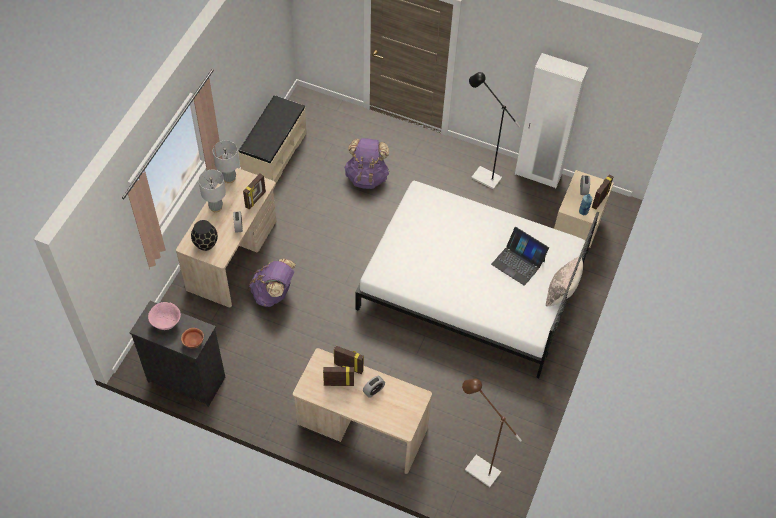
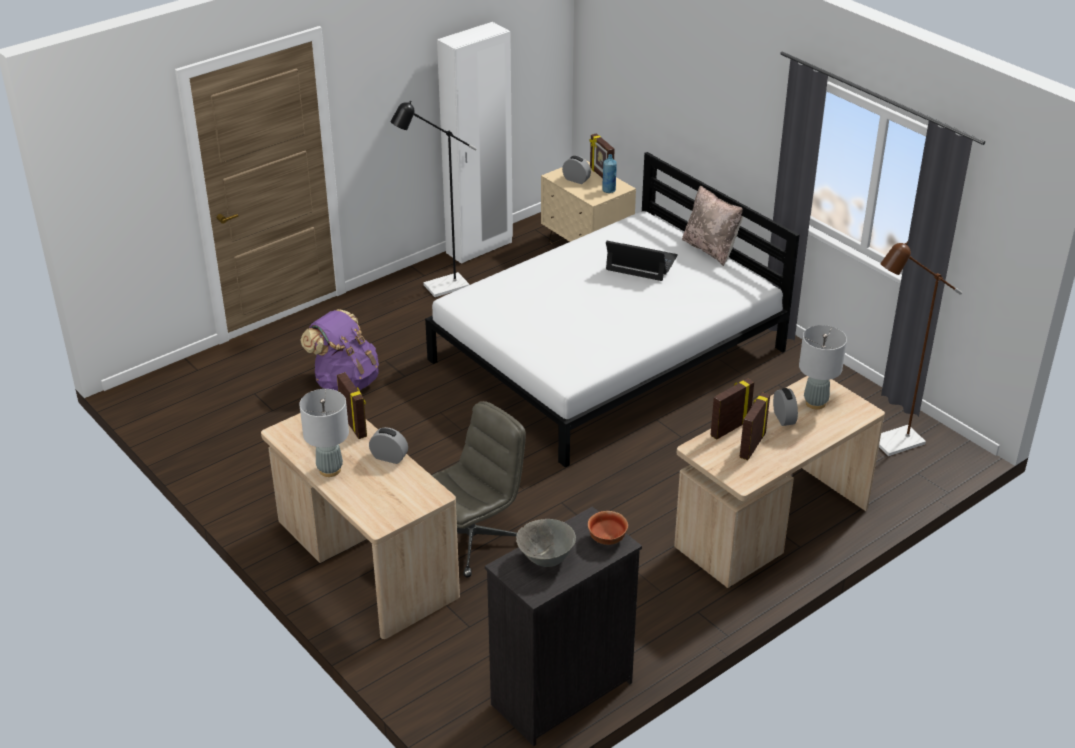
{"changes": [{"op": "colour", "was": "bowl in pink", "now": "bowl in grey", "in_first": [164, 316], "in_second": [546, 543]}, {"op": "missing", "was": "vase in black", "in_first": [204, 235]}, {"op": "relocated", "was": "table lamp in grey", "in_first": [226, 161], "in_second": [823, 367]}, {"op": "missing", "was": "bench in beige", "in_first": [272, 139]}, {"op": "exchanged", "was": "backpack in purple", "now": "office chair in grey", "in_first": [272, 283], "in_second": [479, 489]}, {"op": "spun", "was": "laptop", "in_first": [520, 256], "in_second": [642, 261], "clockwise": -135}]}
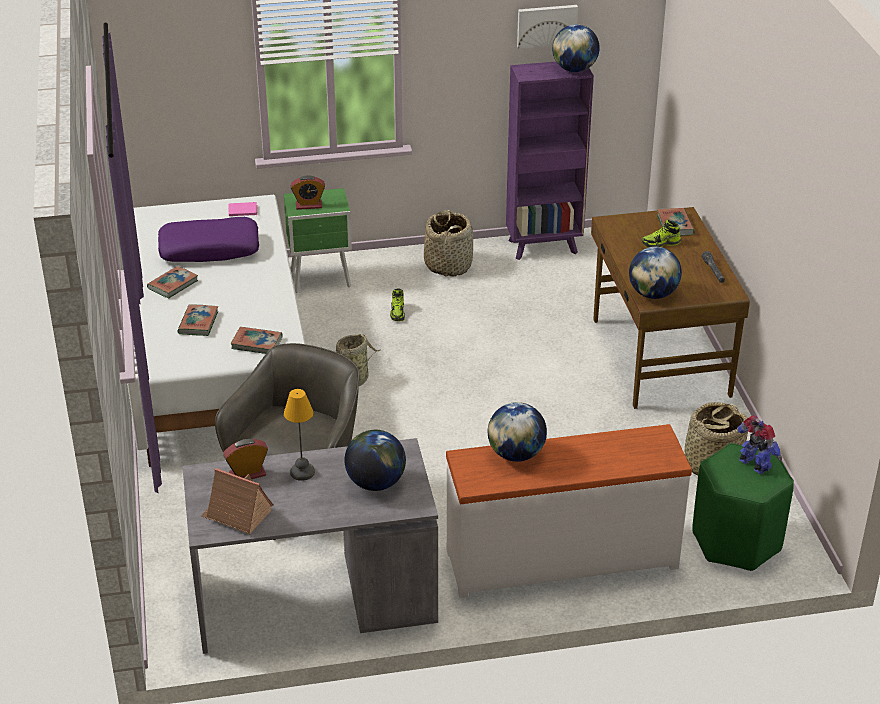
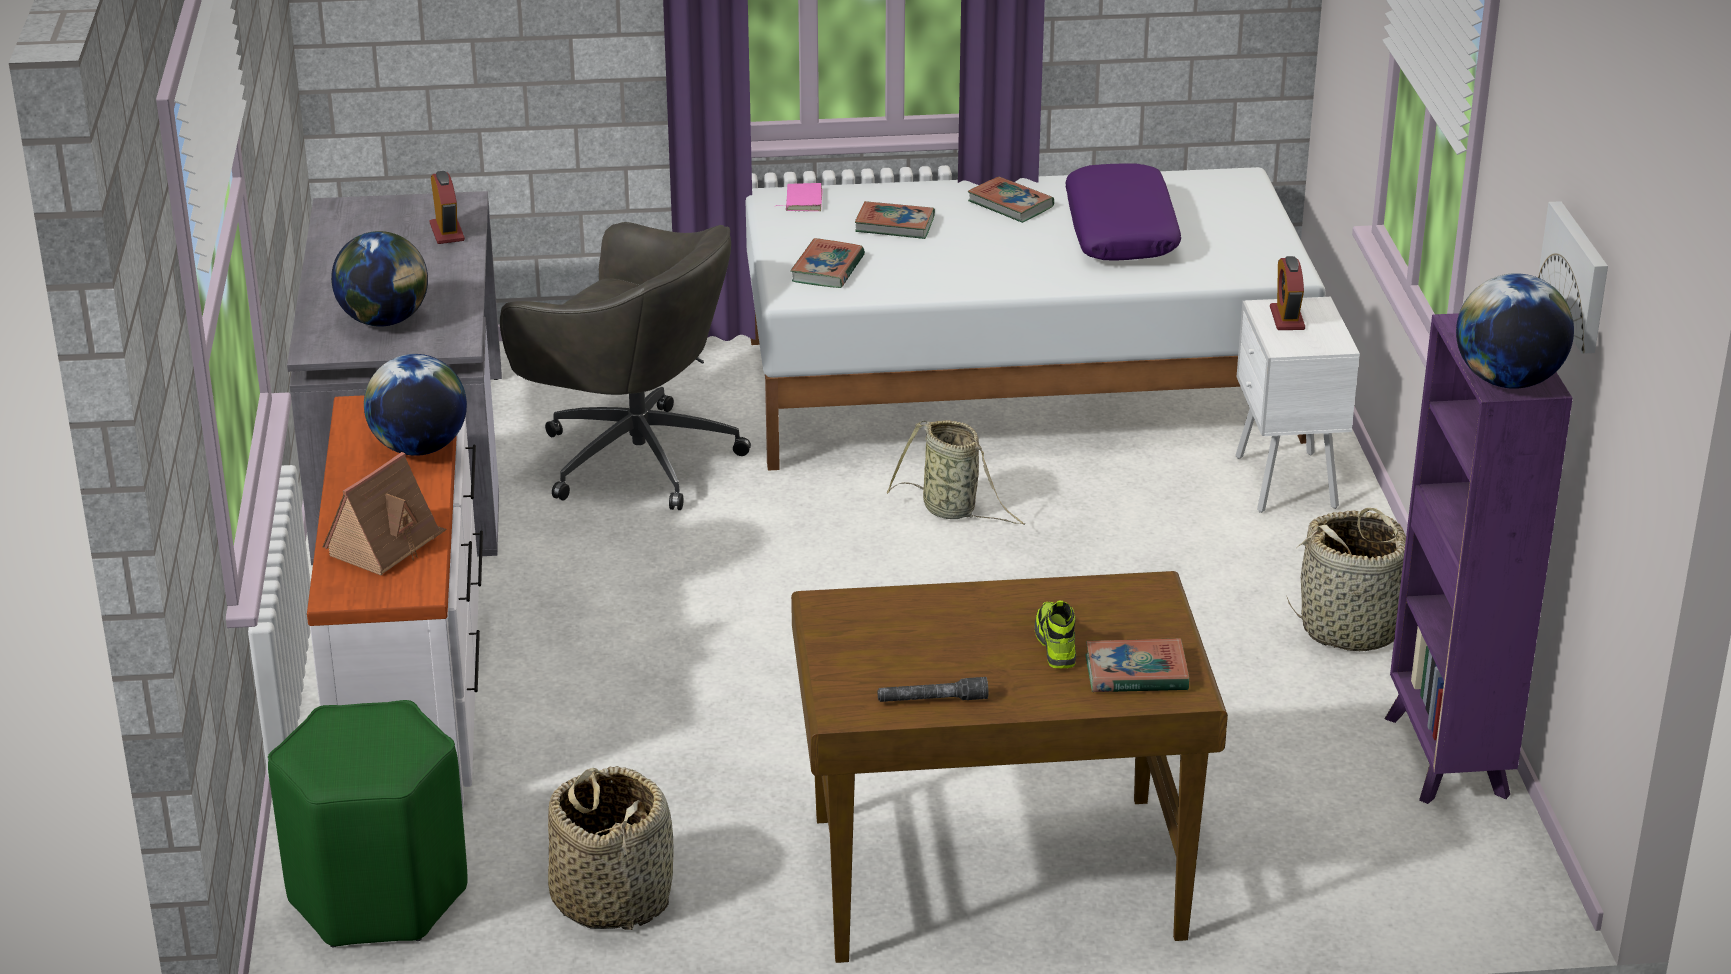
{"changes": [{"op": "relocated", "was": "toy house", "in_first": [237, 501], "in_second": [385, 513]}, {"op": "relocated", "was": "book in pink", "in_first": [243, 209], "in_second": [798, 197]}, {"op": "colour", "was": "nightstand in green", "now": "nightstand in white", "in_first": [318, 240], "in_second": [1297, 405]}, {"op": "missing", "was": "table lamp", "in_first": [299, 435]}, {"op": "missing", "was": "shoe", "in_first": [397, 304]}, {"op": "missing", "was": "globe", "in_first": [655, 273]}, {"op": "missing", "was": "toy robot", "in_first": [759, 444]}]}
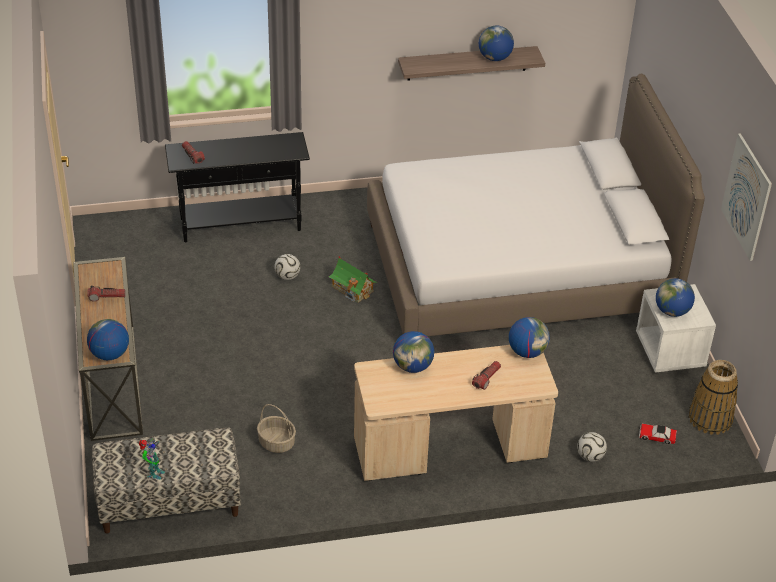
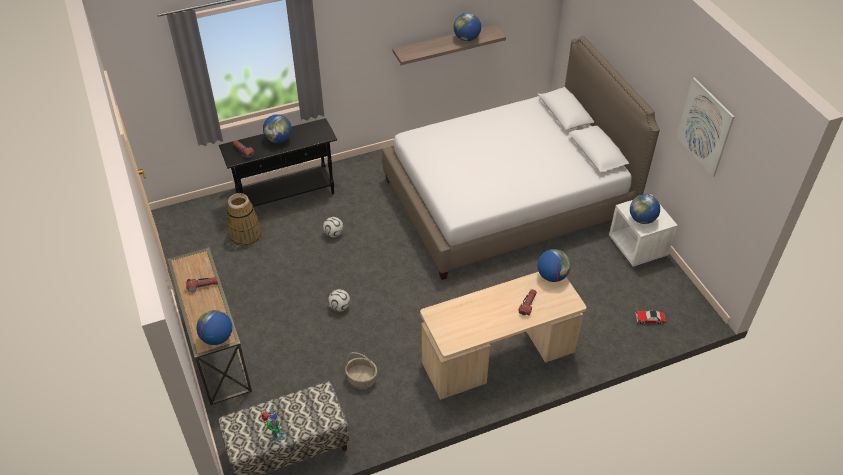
{"changes": [{"op": "missing", "was": "toy house", "in_first": [353, 279]}, {"op": "relocated", "was": "globe", "in_first": [413, 352], "in_second": [277, 128]}, {"op": "relocated", "was": "football", "in_first": [592, 447], "in_second": [339, 300]}, {"op": "relocated", "was": "basket", "in_first": [713, 397], "in_second": [244, 220]}]}
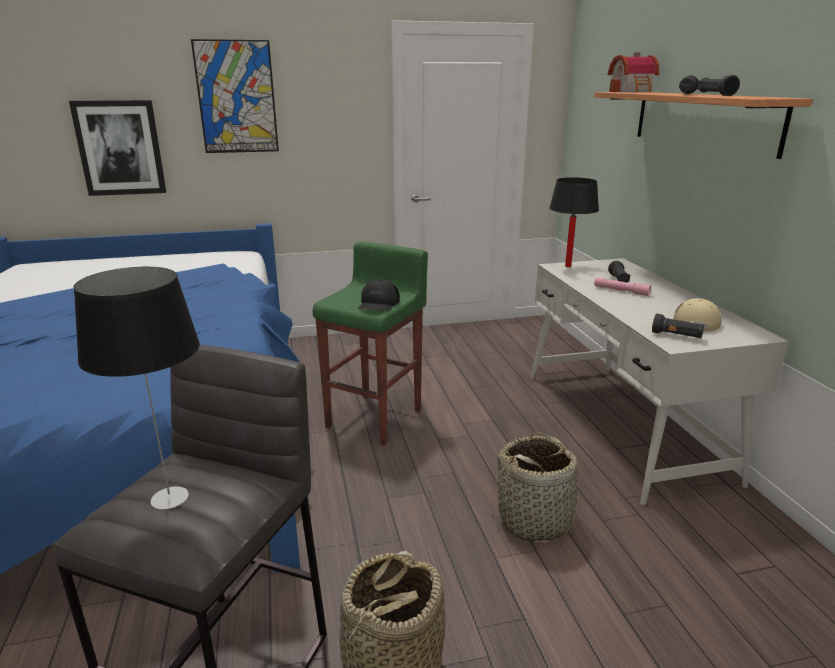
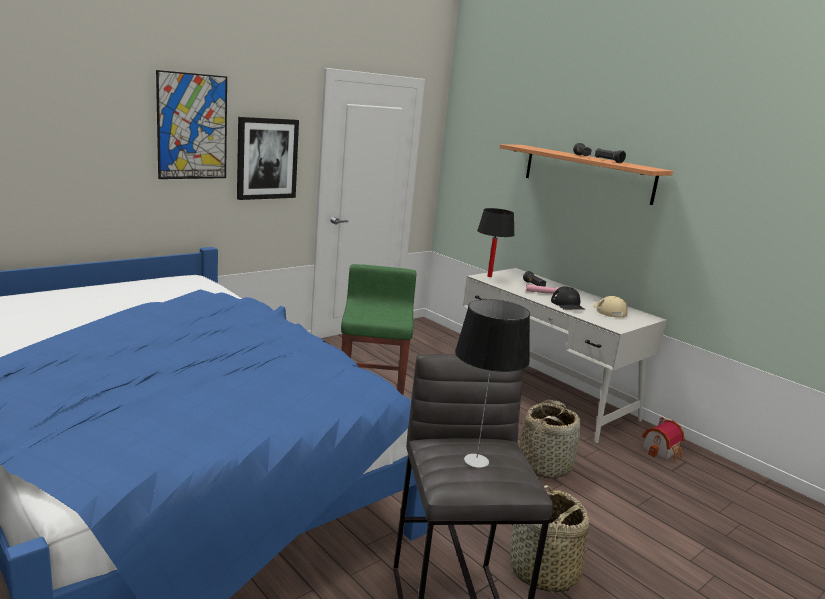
{"changes": [{"op": "relocated", "was": "picture", "in_first": [117, 148], "in_second": [268, 158]}, {"op": "relocated", "was": "cap in black", "in_first": [379, 295], "in_second": [568, 298]}, {"op": "relocated", "was": "toy house", "in_first": [633, 72], "in_second": [663, 439]}, {"op": "missing", "was": "flashlight in black", "in_first": [678, 326]}]}
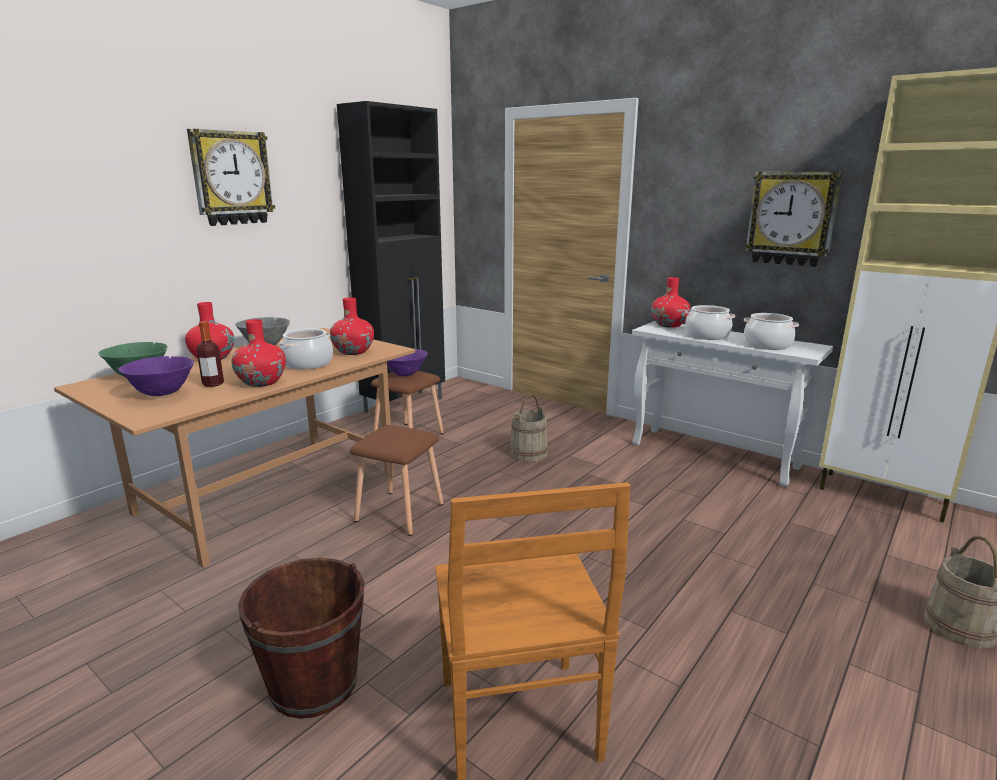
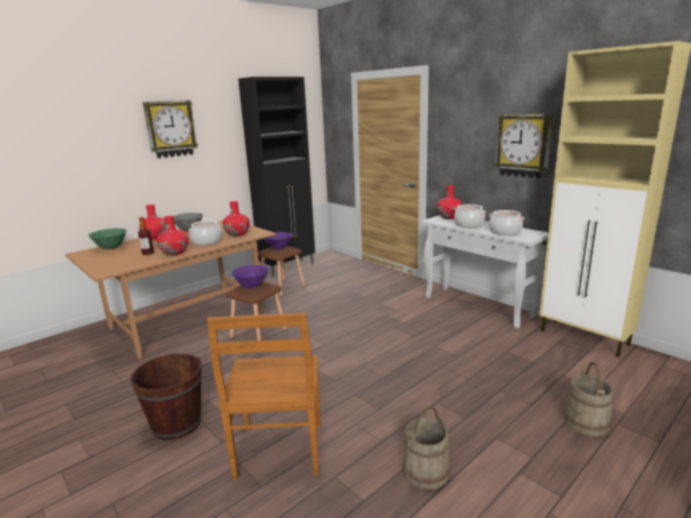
{"changes": [{"op": "relocated", "was": "bowl in purple", "in_first": [156, 376], "in_second": [250, 276]}, {"op": "relocated", "was": "bucket in beige", "in_first": [529, 428], "in_second": [426, 448]}]}
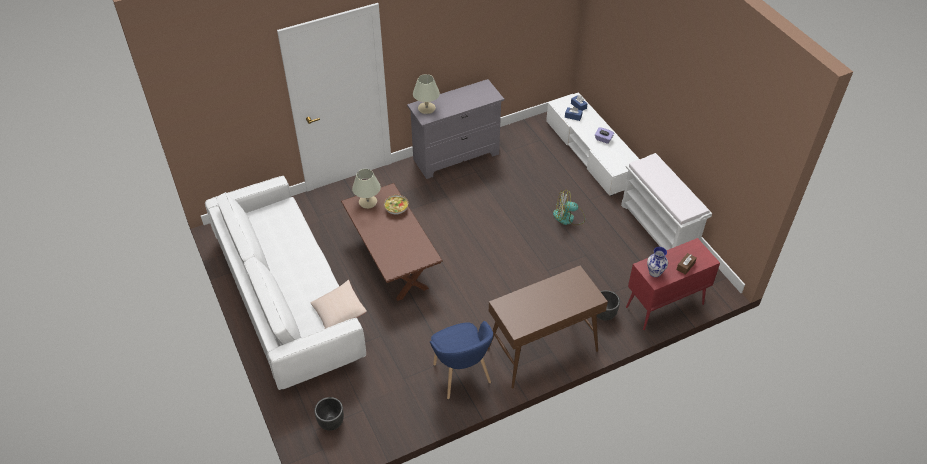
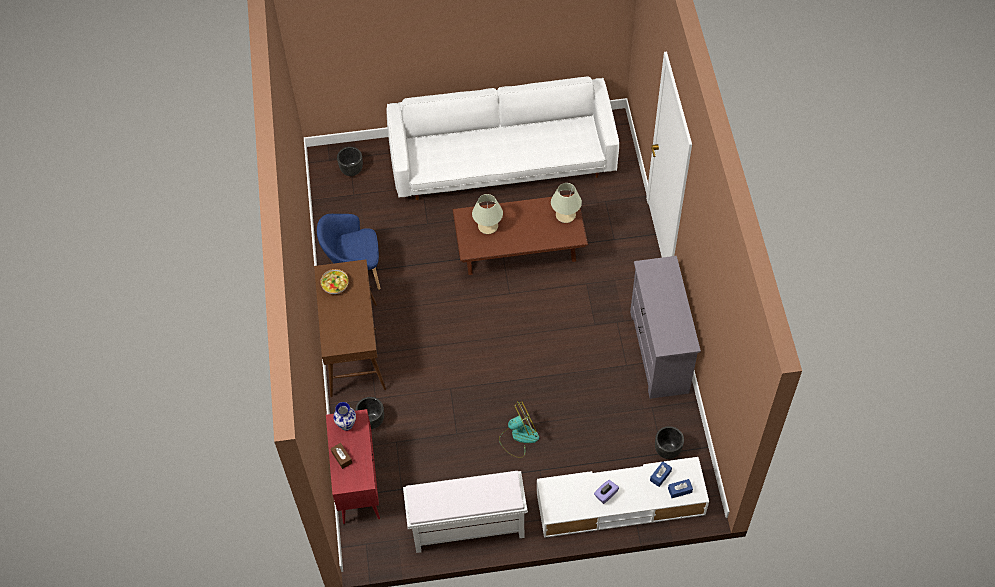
{"changes": [{"op": "missing", "was": "pillow in beige", "in_first": [339, 304]}, {"op": "relocated", "was": "bowl", "in_first": [396, 205], "in_second": [334, 281]}, {"op": "relocated", "was": "table lamp in beige", "in_first": [426, 94], "in_second": [487, 214]}, {"op": "spun", "was": "fan", "in_first": [569, 207], "in_second": [519, 430], "clockwise": 45}, {"op": "appeared", "now": "planter in black", "in_second": [669, 442]}]}
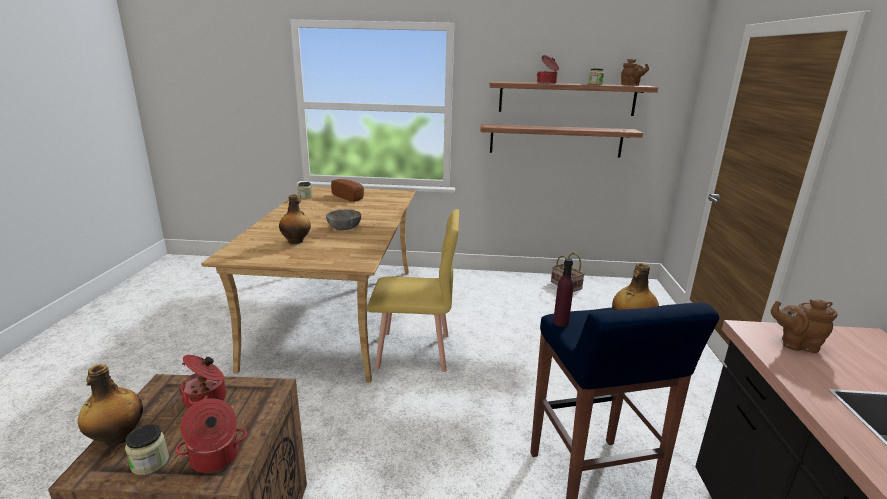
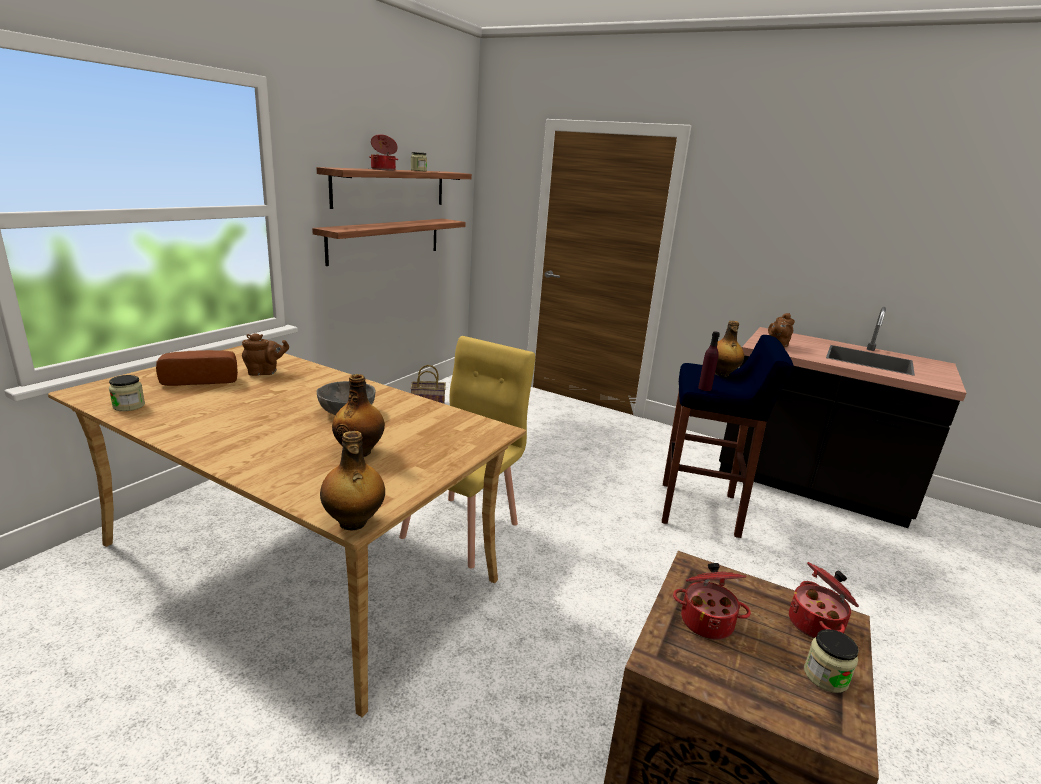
{"changes": [{"op": "relocated", "was": "bottle", "in_first": [110, 405], "in_second": [352, 481]}, {"op": "relocated", "was": "teapot in brown", "in_first": [635, 72], "in_second": [265, 354]}]}
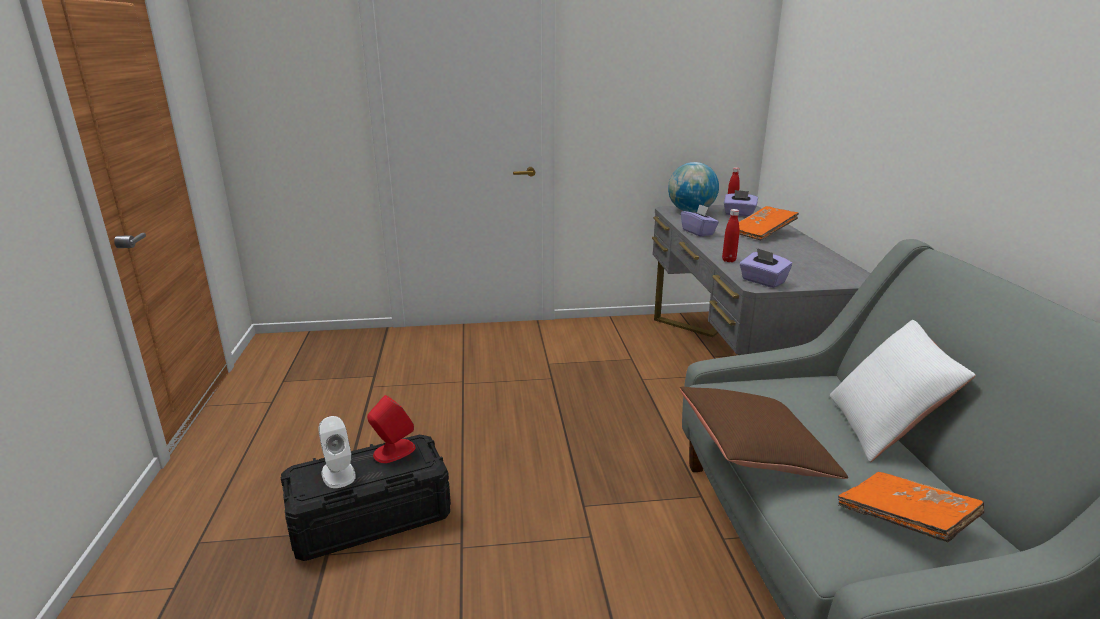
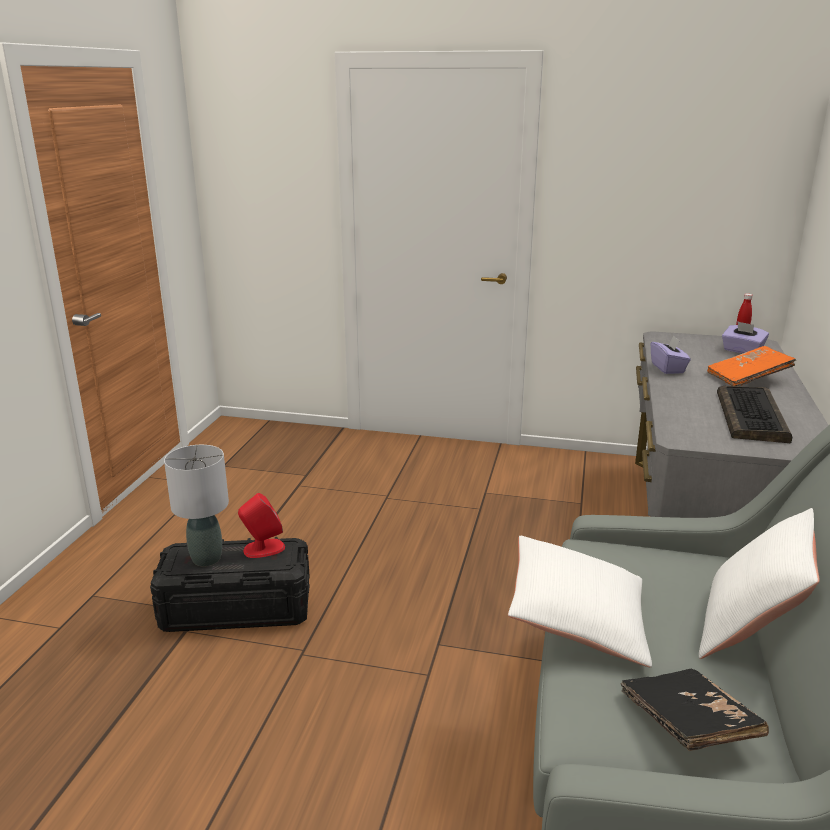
{"changes": [{"op": "exchanged", "was": "speaker in white", "now": "table lamp in grey", "in_first": [337, 452], "in_second": [196, 506]}, {"op": "missing", "was": "globe", "in_first": [693, 187]}, {"op": "colour", "was": "pillow in brown", "now": "pillow in white", "in_first": [764, 433], "in_second": [580, 601]}, {"op": "missing", "was": "bottle in red", "in_first": [730, 235]}, {"op": "missing", "was": "tissue box in purple", "in_first": [766, 268]}, {"op": "colour", "was": "book in orange", "now": "book in black", "in_first": [911, 507], "in_second": [695, 710]}, {"op": "appeared", "now": "keyboard", "in_second": [754, 414]}]}
